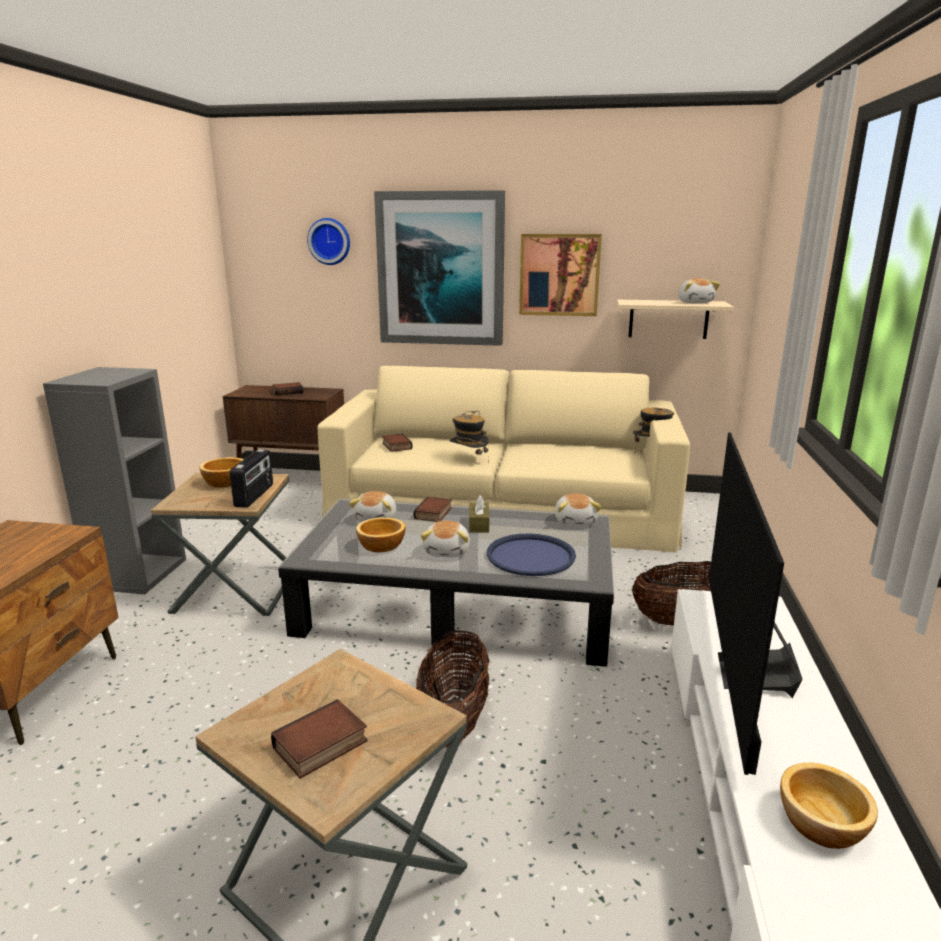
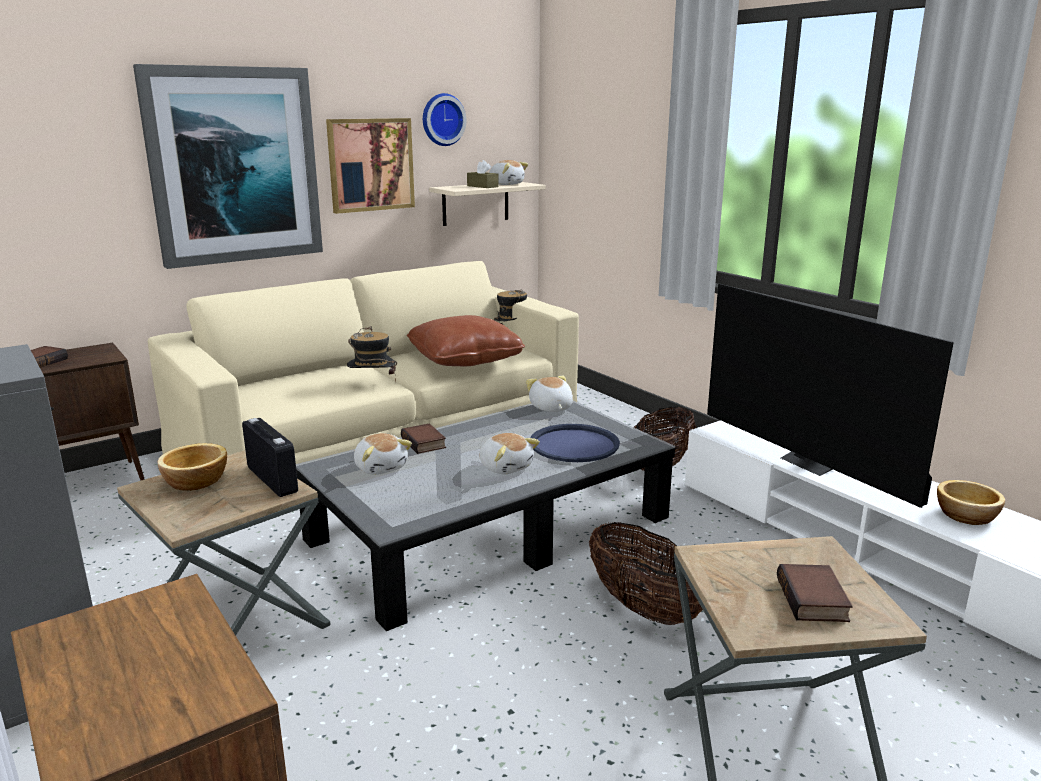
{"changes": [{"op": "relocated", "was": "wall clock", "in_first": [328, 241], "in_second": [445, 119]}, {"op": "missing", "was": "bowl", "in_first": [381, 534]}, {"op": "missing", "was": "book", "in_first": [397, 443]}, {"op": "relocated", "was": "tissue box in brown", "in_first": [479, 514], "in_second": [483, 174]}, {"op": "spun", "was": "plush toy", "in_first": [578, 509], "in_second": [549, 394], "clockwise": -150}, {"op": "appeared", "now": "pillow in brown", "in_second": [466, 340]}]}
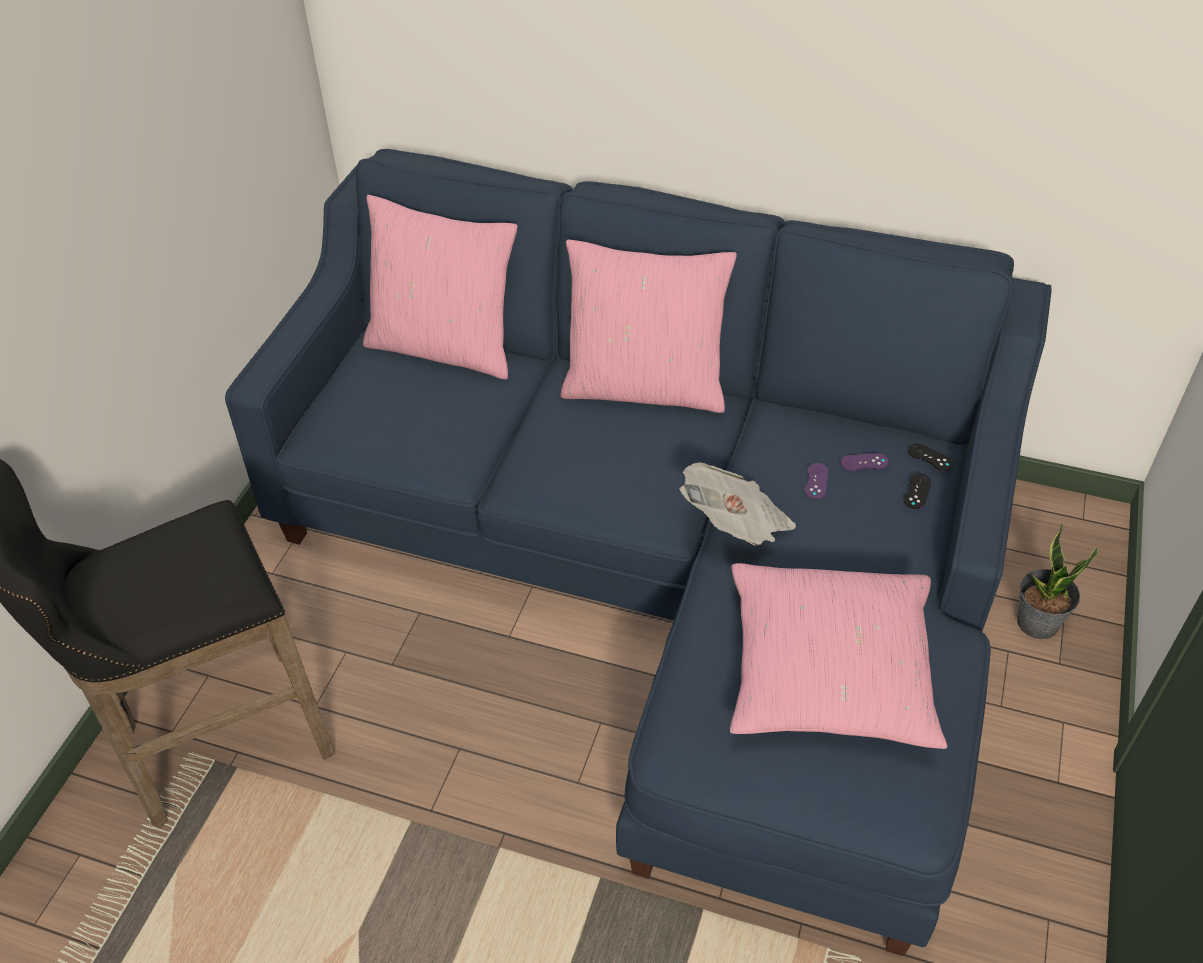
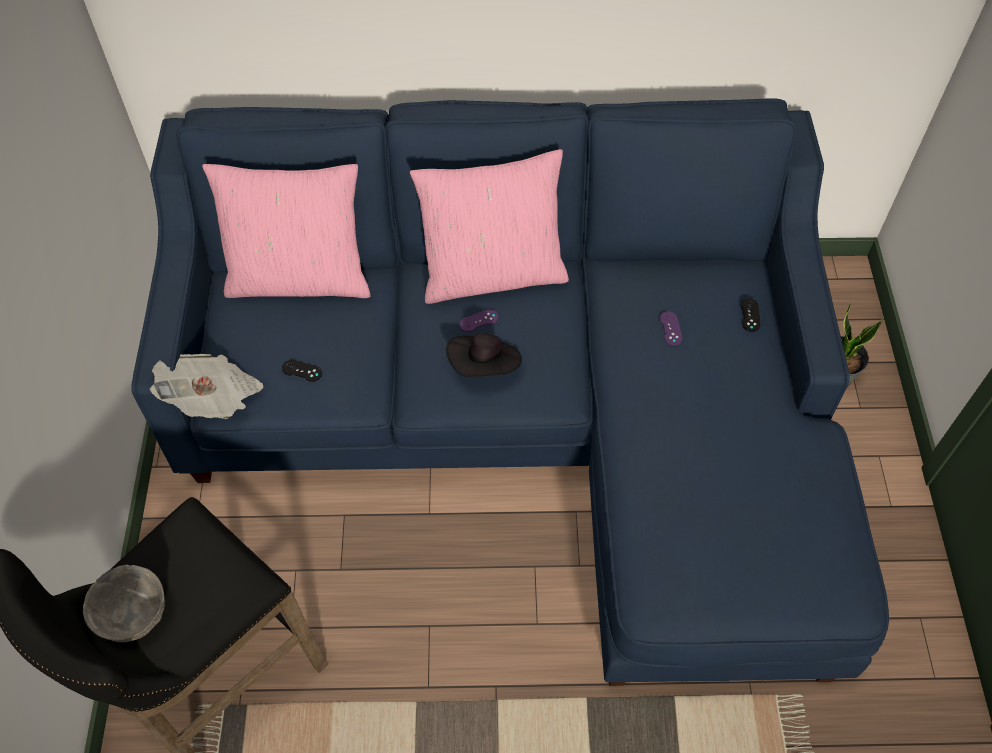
{"changes": [{"op": "relocated", "was": "newspaper", "in_first": [737, 504], "in_second": [206, 386]}, {"op": "missing", "was": "pillow in pink", "in_first": [838, 656]}, {"op": "relocated", "was": "game controller in purple", "in_first": [864, 462], "in_second": [479, 320]}, {"op": "relocated", "was": "game controller in black", "in_first": [930, 457], "in_second": [302, 371]}, {"op": "appeared", "now": "bowl in grey", "in_second": [124, 603]}, {"op": "appeared", "now": "hat in black", "in_second": [484, 355]}]}
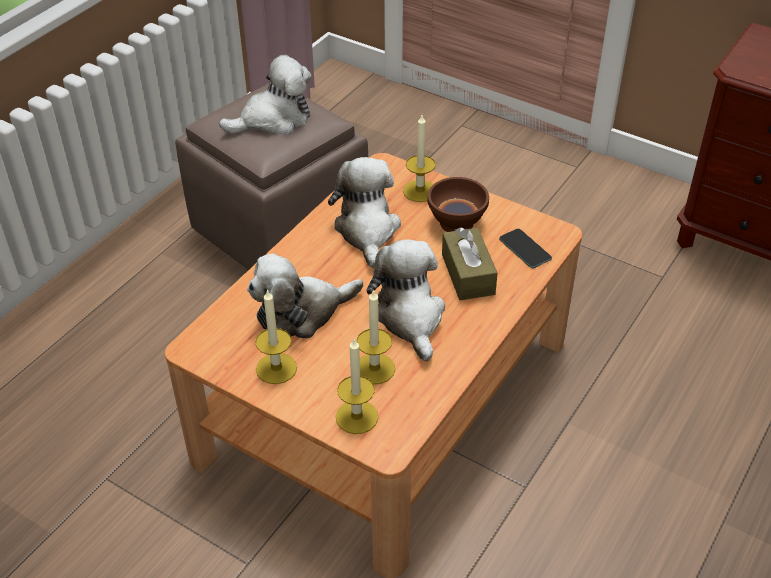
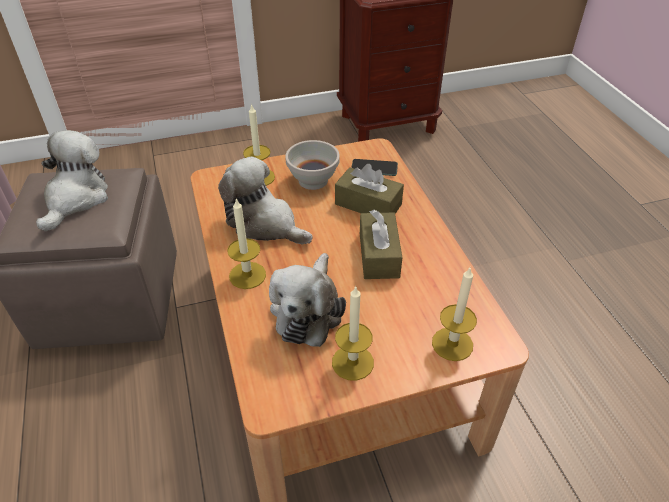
{"changes": [{"op": "relocated", "was": "candle", "in_first": [376, 336], "in_second": [247, 243]}, {"op": "exchanged", "was": "plush toy", "now": "tissue box in brown", "in_first": [406, 300], "in_second": [381, 244]}, {"op": "colour", "was": "bowl in brown", "now": "bowl in white", "in_first": [458, 204], "in_second": [312, 165]}]}
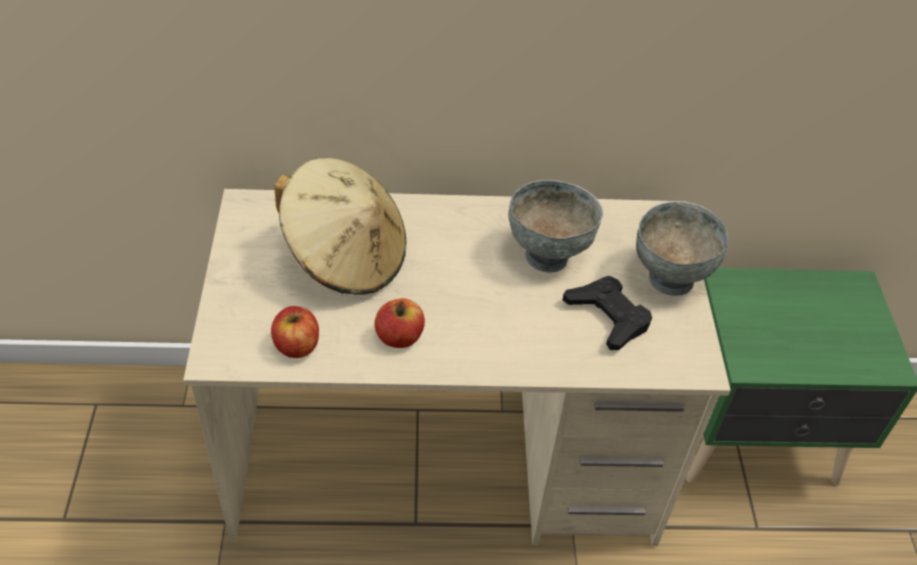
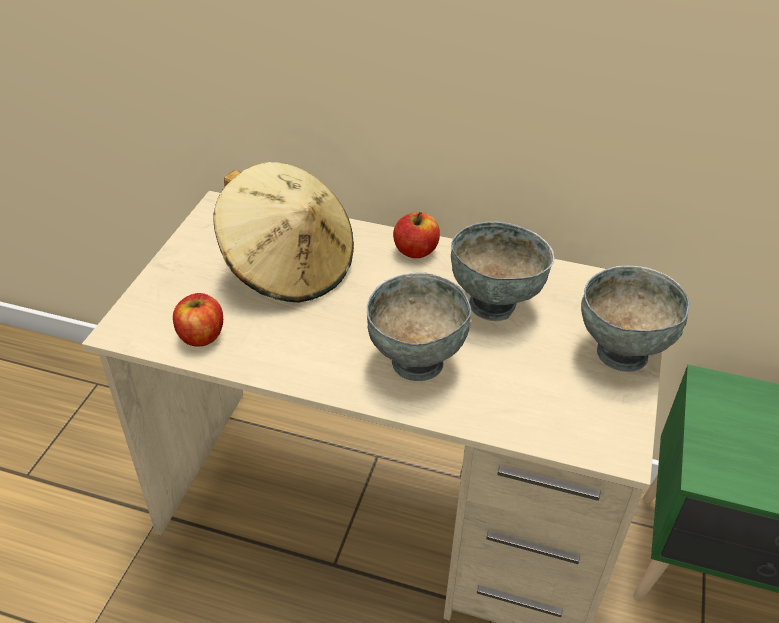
{"changes": [{"op": "relocated", "was": "apple", "in_first": [399, 323], "in_second": [416, 235]}, {"op": "missing", "was": "game controller in black", "in_first": [607, 313]}, {"op": "appeared", "now": "bowl in grey", "in_second": [418, 326]}]}
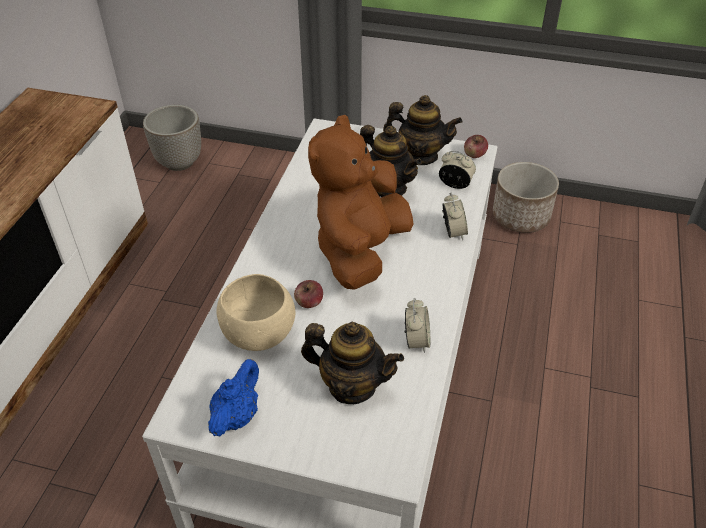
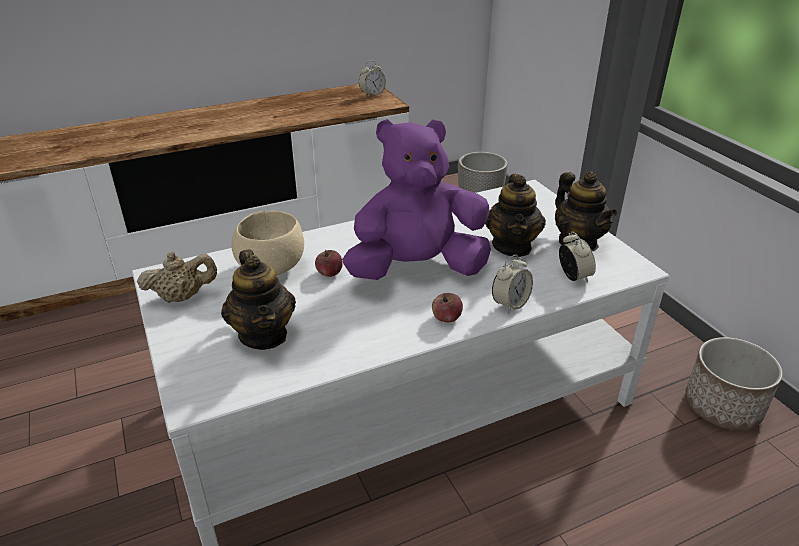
{"changes": [{"op": "colour", "was": "teapot in blue", "now": "teapot in beige", "in_first": [233, 397], "in_second": [177, 277]}, {"op": "colour", "was": "plush toy in brown", "now": "plush toy in purple", "in_first": [361, 202], "in_second": [416, 199]}, {"op": "relocated", "was": "alarm clock", "in_first": [417, 325], "in_second": [372, 79]}, {"op": "relocated", "was": "apple", "in_first": [476, 146], "in_second": [447, 307]}]}
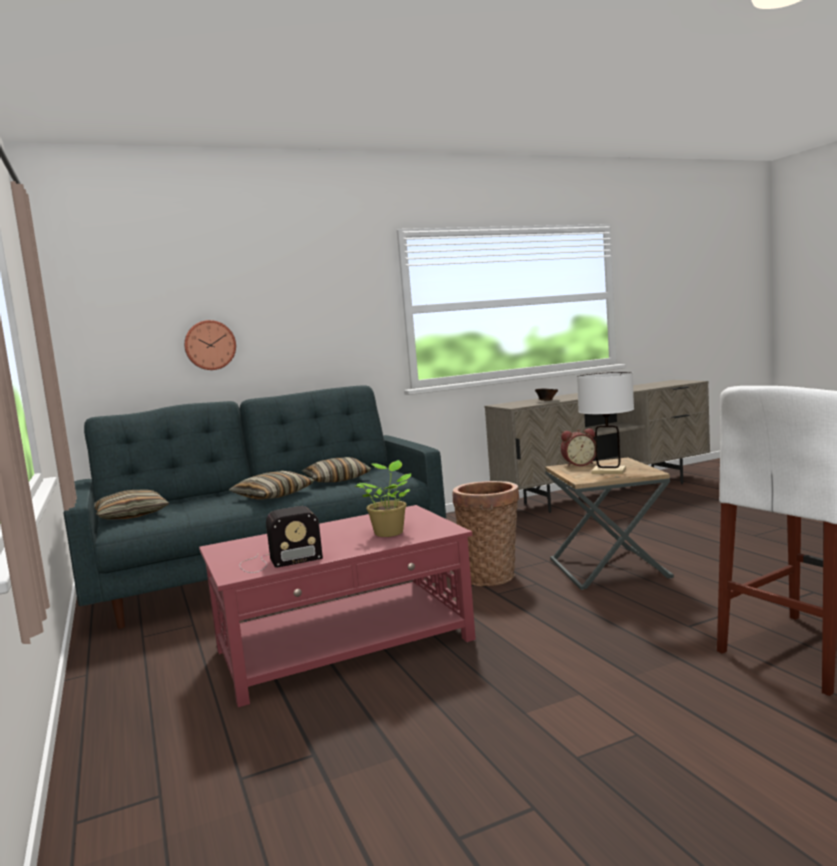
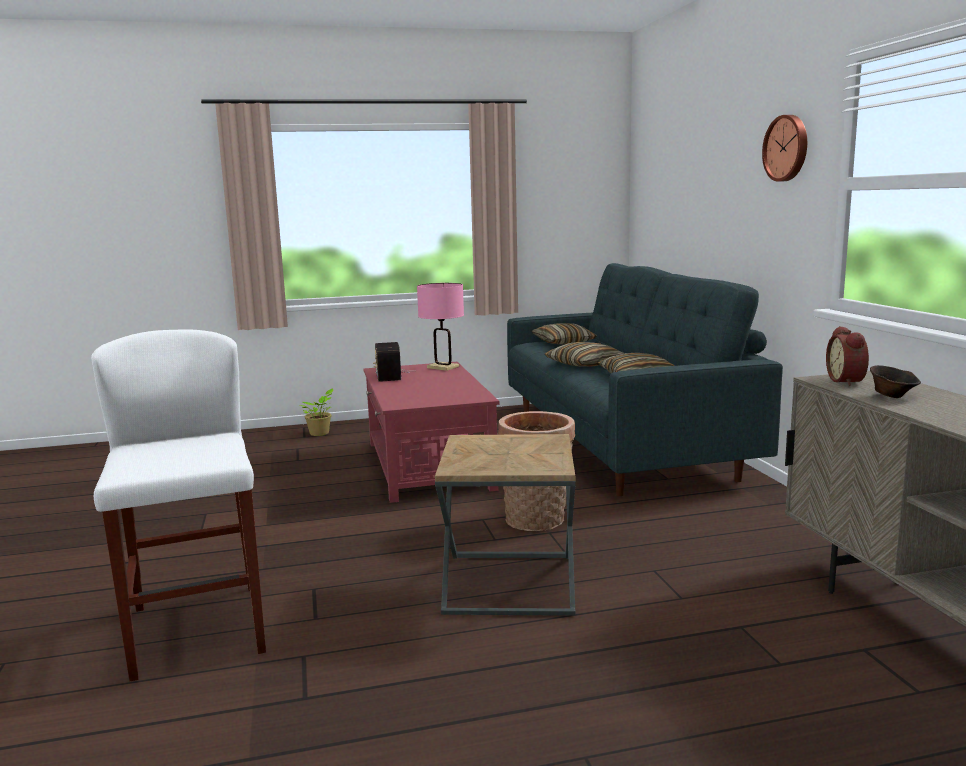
{"changes": [{"op": "relocated", "was": "wall clock", "in_first": [210, 345], "in_second": [784, 148]}, {"op": "relocated", "was": "potted plant", "in_first": [383, 498], "in_second": [316, 412]}, {"op": "relocated", "was": "alarm clock", "in_first": [578, 447], "in_second": [847, 356]}, {"op": "missing", "was": "table lamp in white", "in_first": [605, 423]}, {"op": "appeared", "now": "table lamp in pink", "in_second": [440, 327]}]}
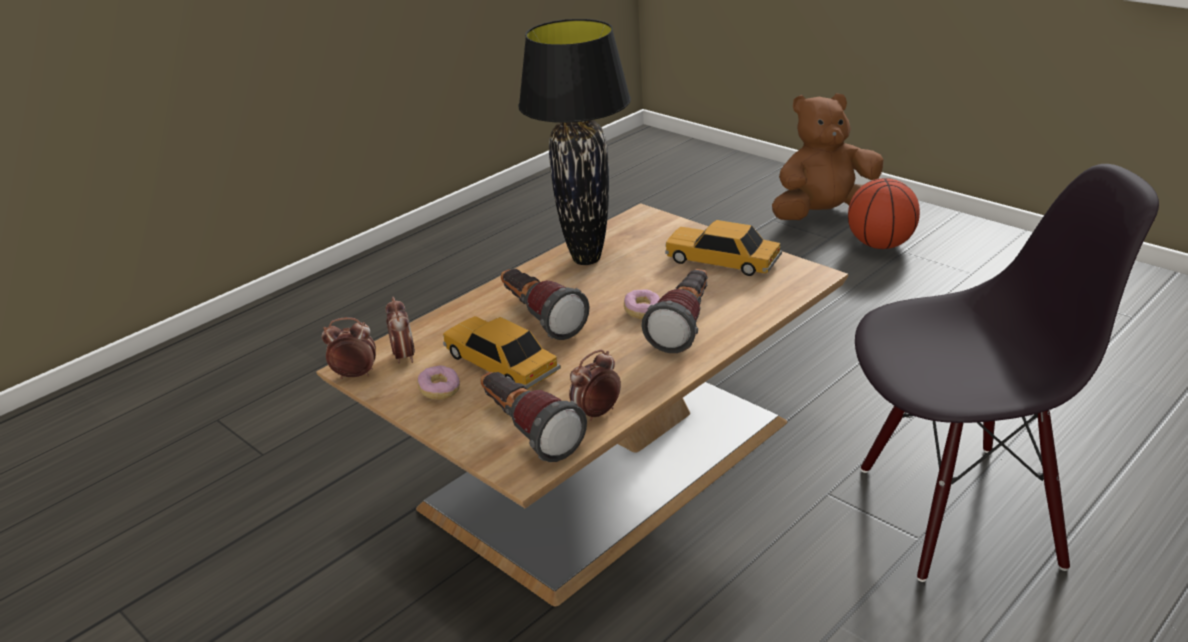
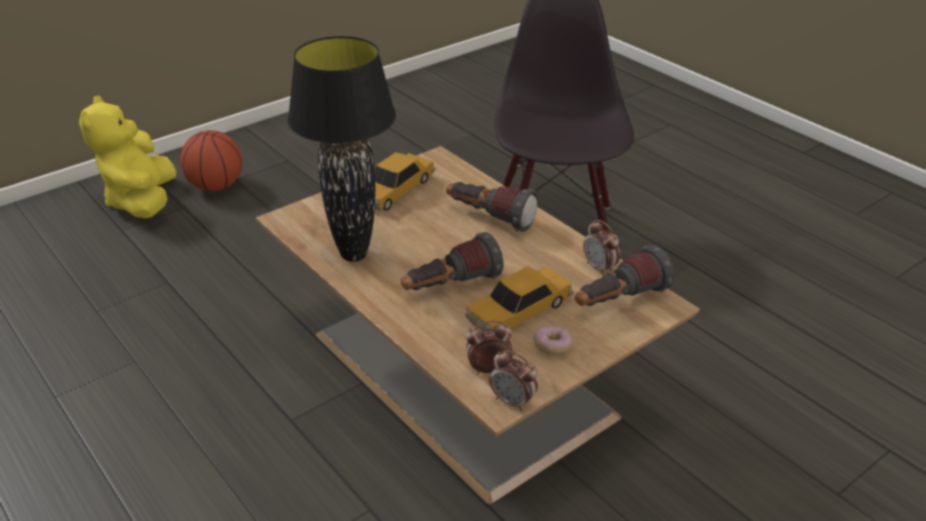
{"changes": [{"op": "spun", "was": "alarm clock", "in_first": [349, 348], "in_second": [513, 380], "clockwise": -60}, {"op": "missing", "was": "donut", "in_first": [642, 304]}, {"op": "colour", "was": "plush toy in brown", "now": "plush toy in yellow", "in_first": [827, 156], "in_second": [127, 156]}]}
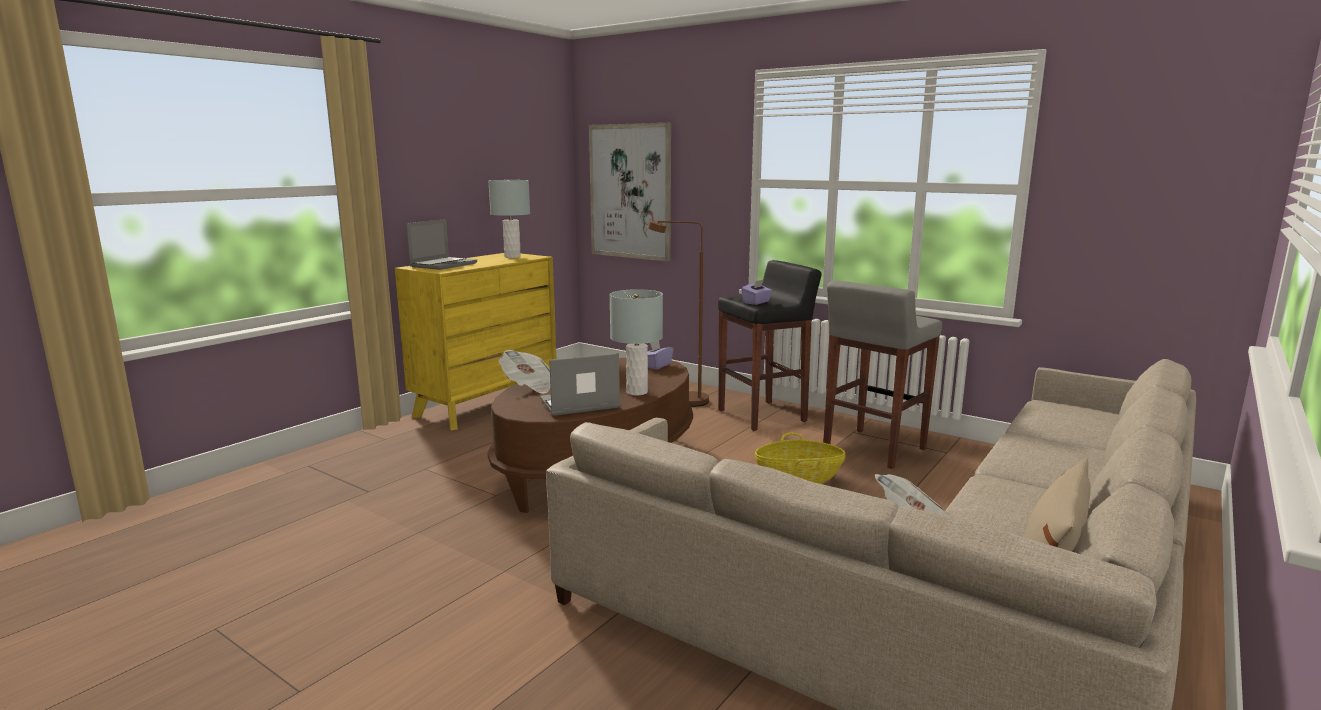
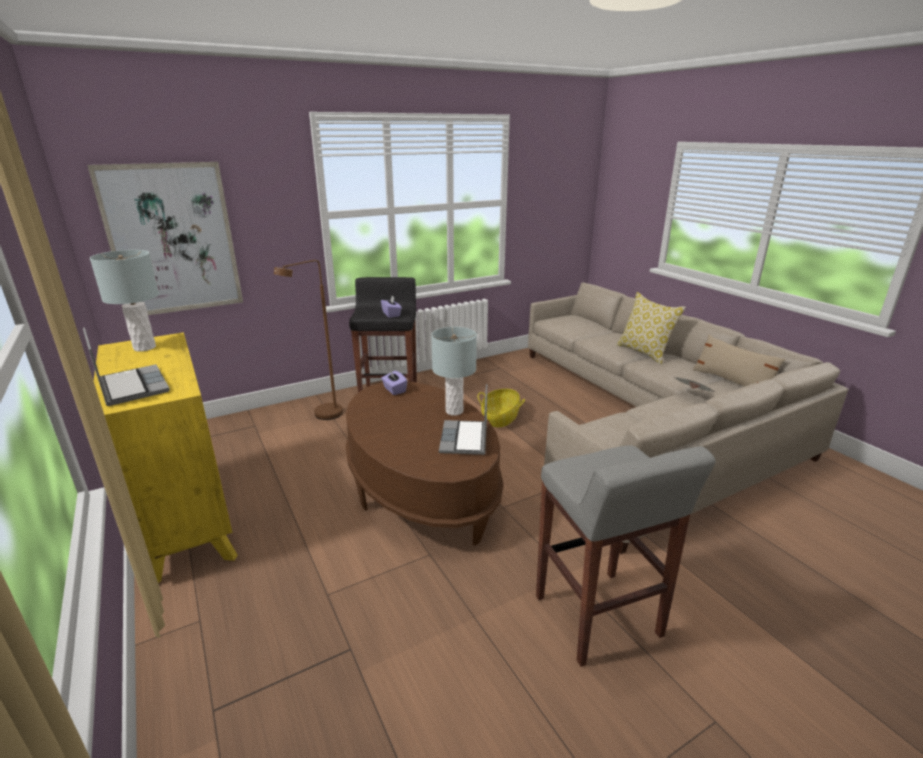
{"changes": [{"op": "missing", "was": "newspaper", "in_first": [524, 372]}, {"op": "relocated", "was": "stool in grey", "in_first": [882, 374], "in_second": [626, 556]}, {"op": "appeared", "now": "pillow", "in_second": [651, 328]}]}
